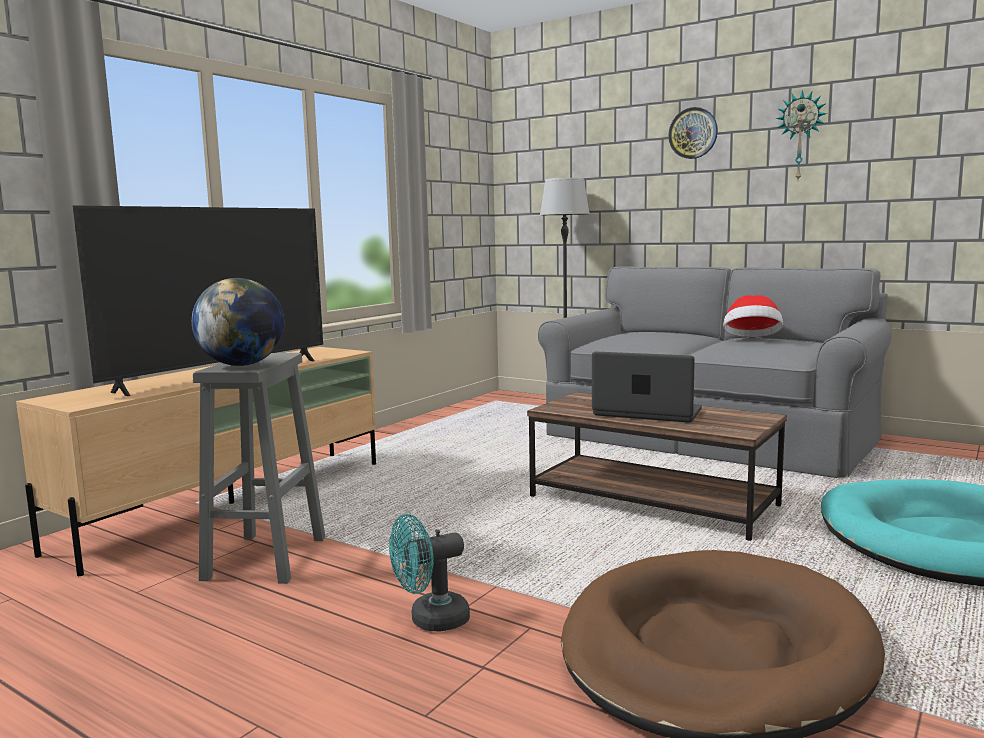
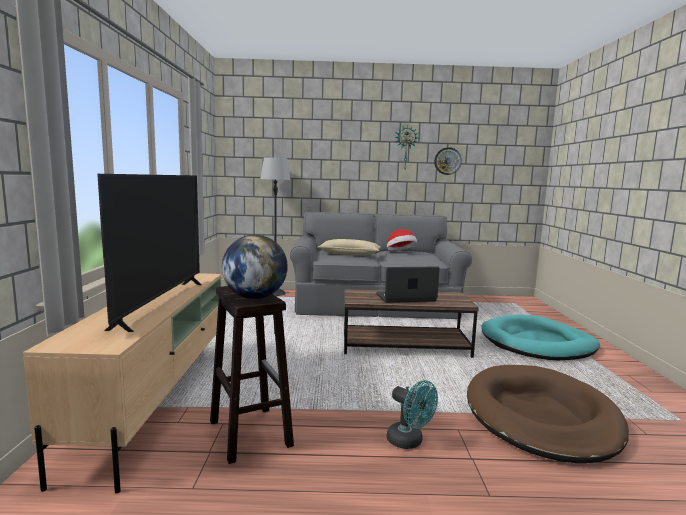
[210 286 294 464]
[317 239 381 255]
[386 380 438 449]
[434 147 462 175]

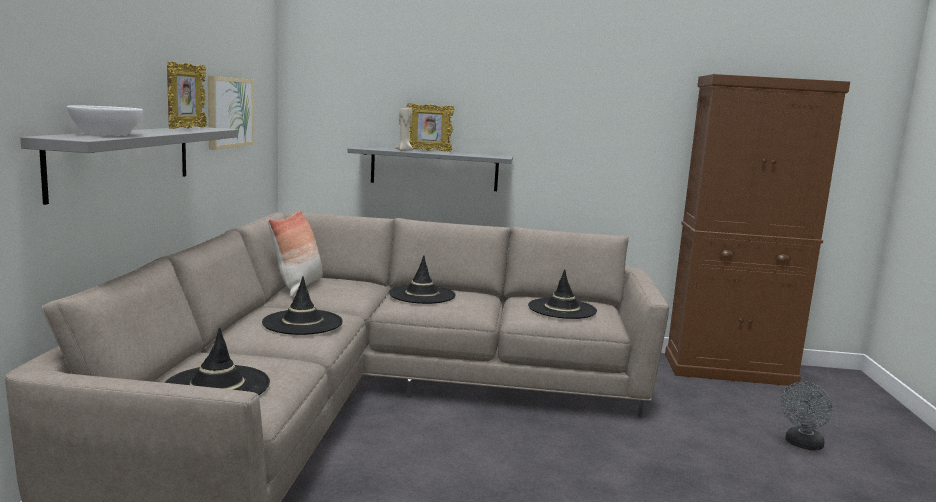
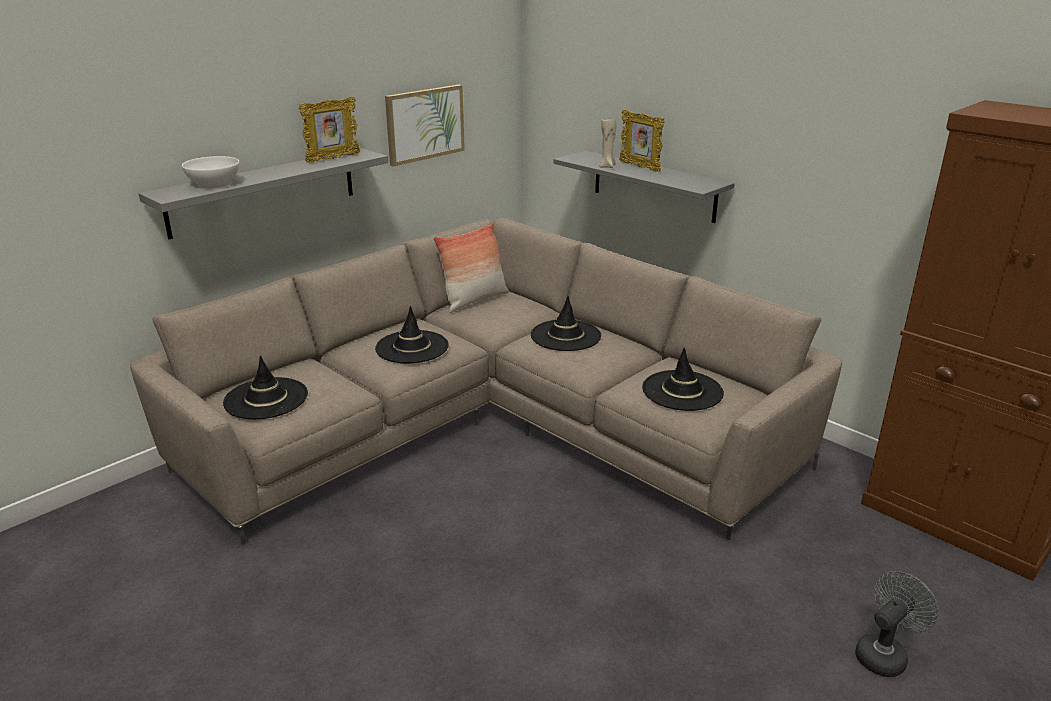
[855 571 939 677]

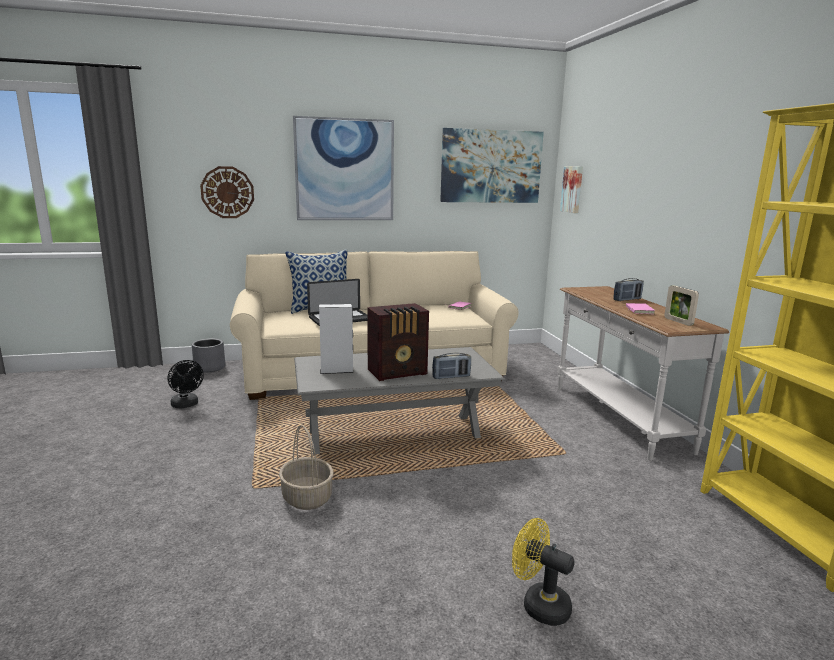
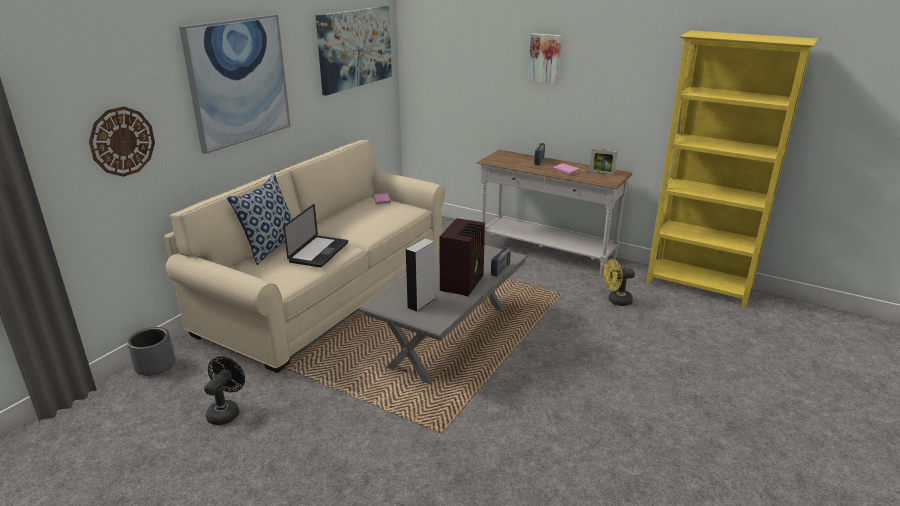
[204 356 245 425]
[528 33 562 84]
[604 259 635 306]
[279 425 334 510] (first image)

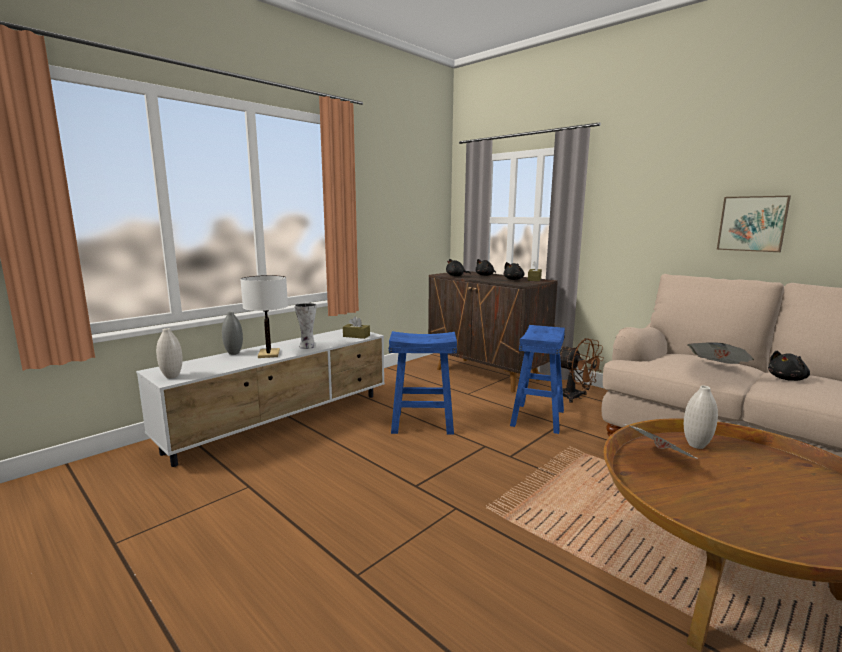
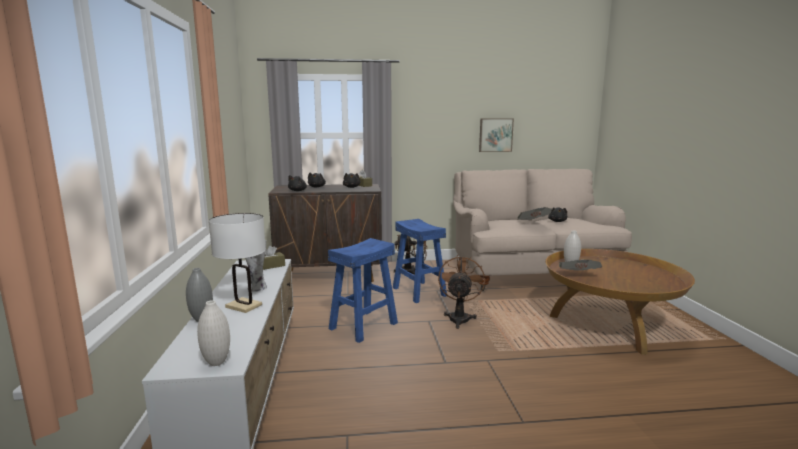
[438 255 485 329]

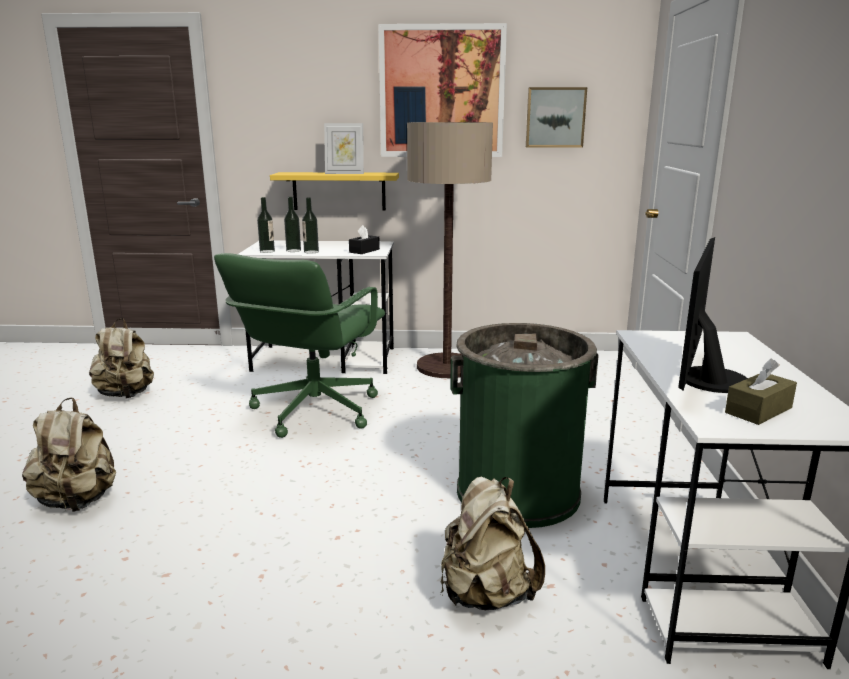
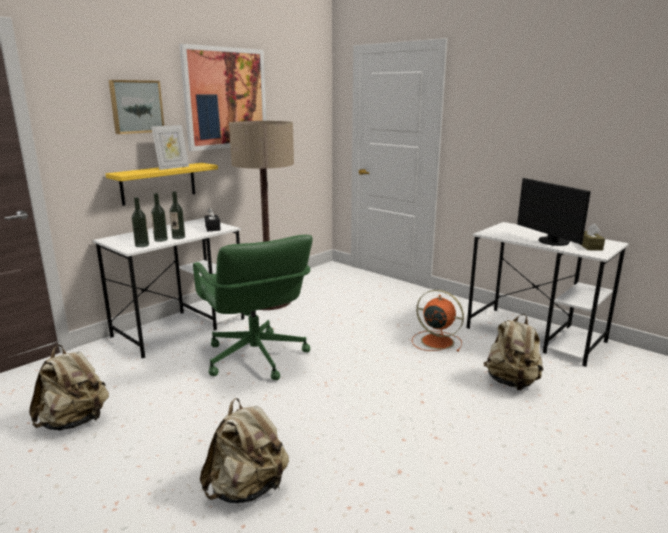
[109 80 164 134]
[412 290 464 352]

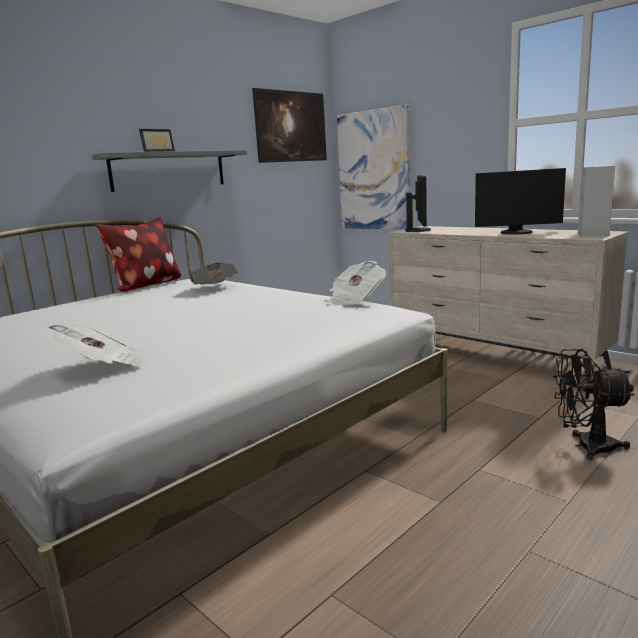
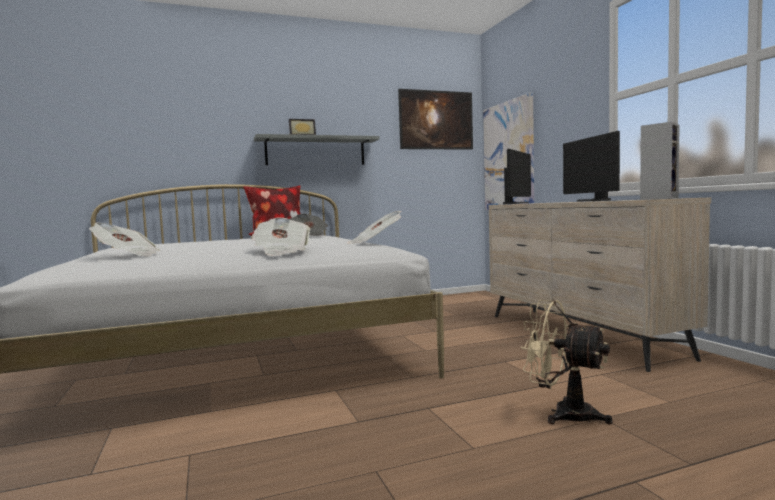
[251 218 311 256]
[521 300 612 424]
[563 131 620 202]

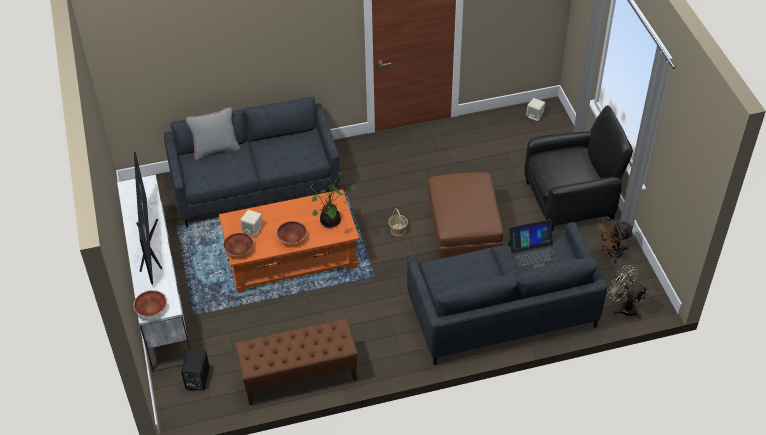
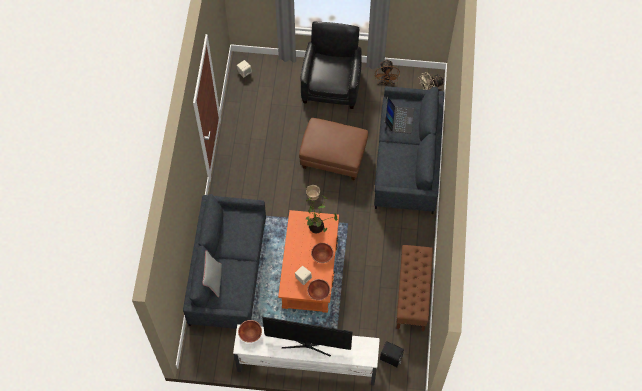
[238 320 262 343]

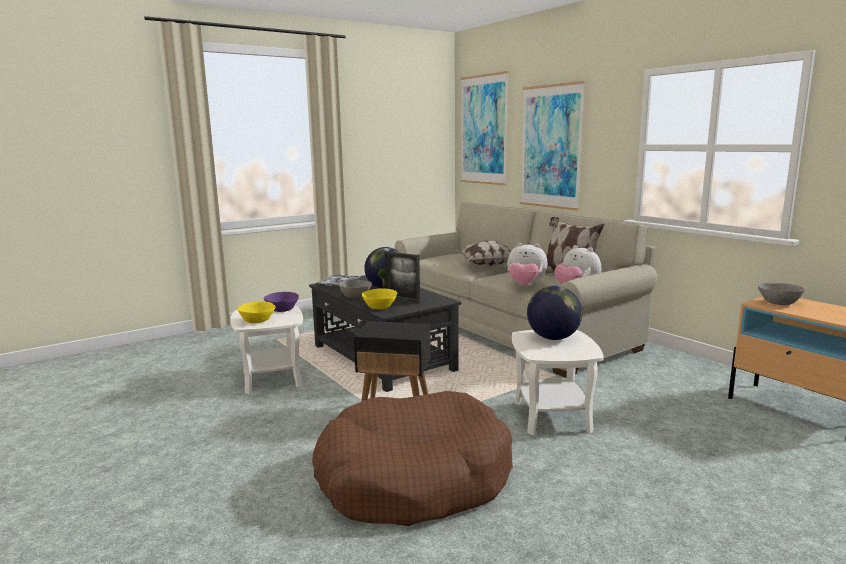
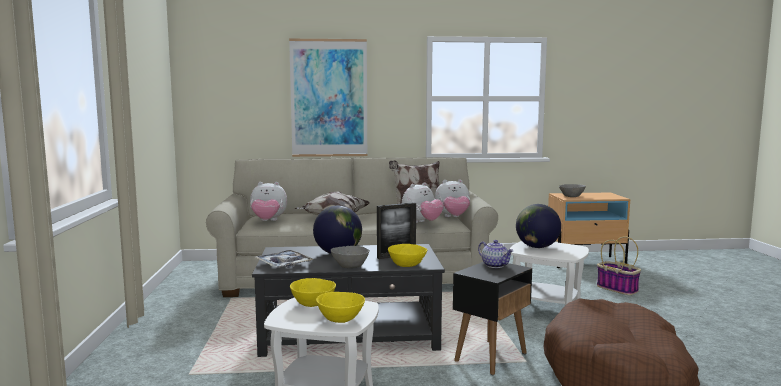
[250 182 287 221]
[290 278 336 307]
[478 240 513 268]
[597 236 641 295]
[460 71 509 185] (first image)

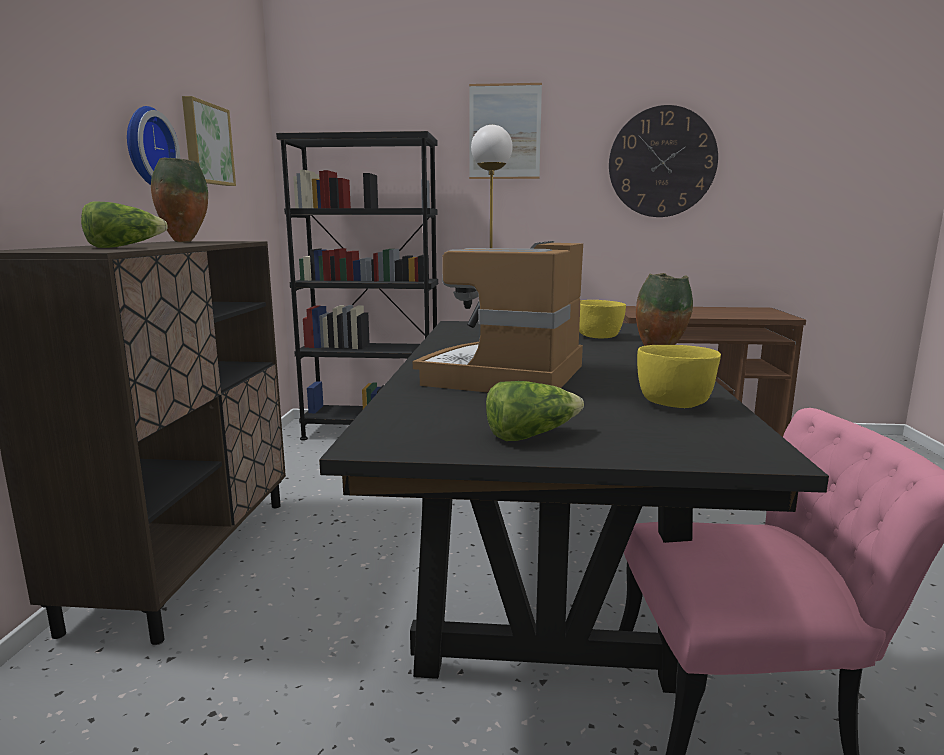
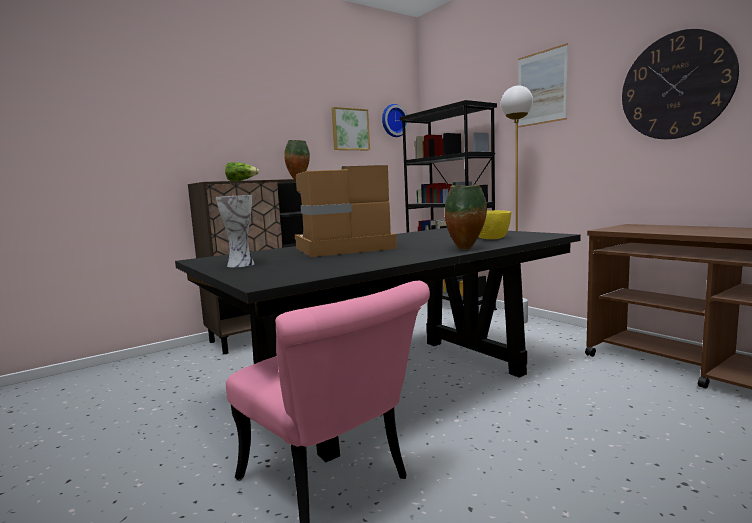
[216 195 255 267]
[382 104 409 137]
[637 345 721 408] (first image)

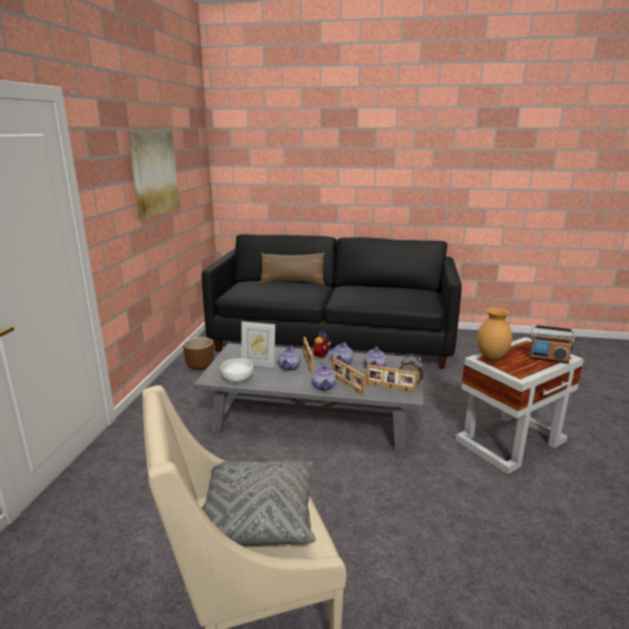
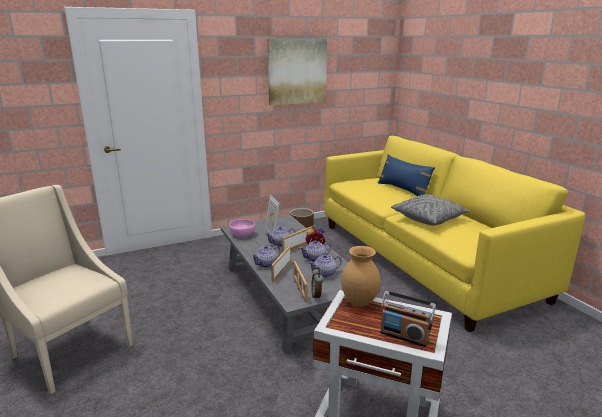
[229 219 255 237]
[324 136 585 332]
[378 154 435 196]
[380 291 436 347]
[391 194 470 225]

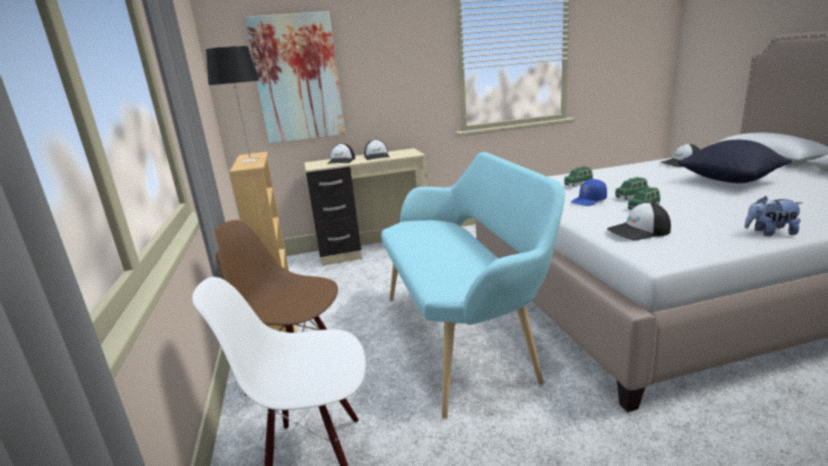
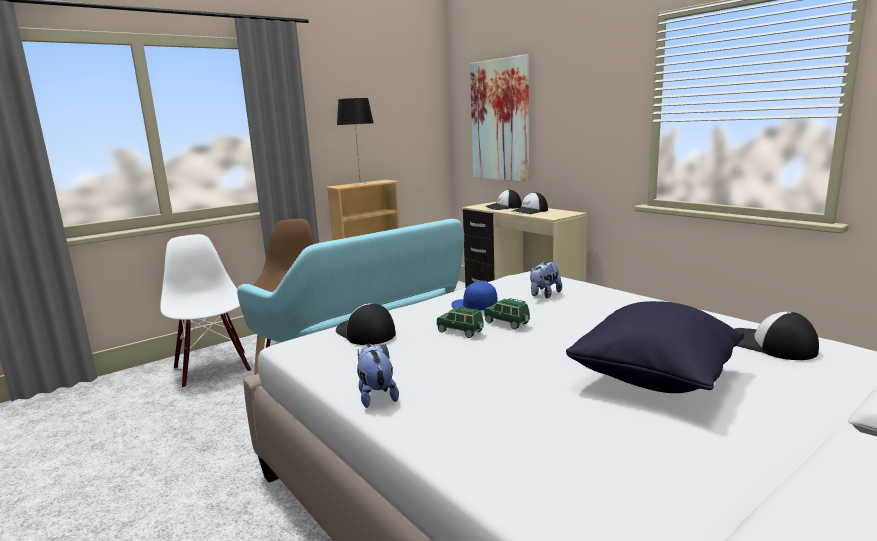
[530 261 562 298]

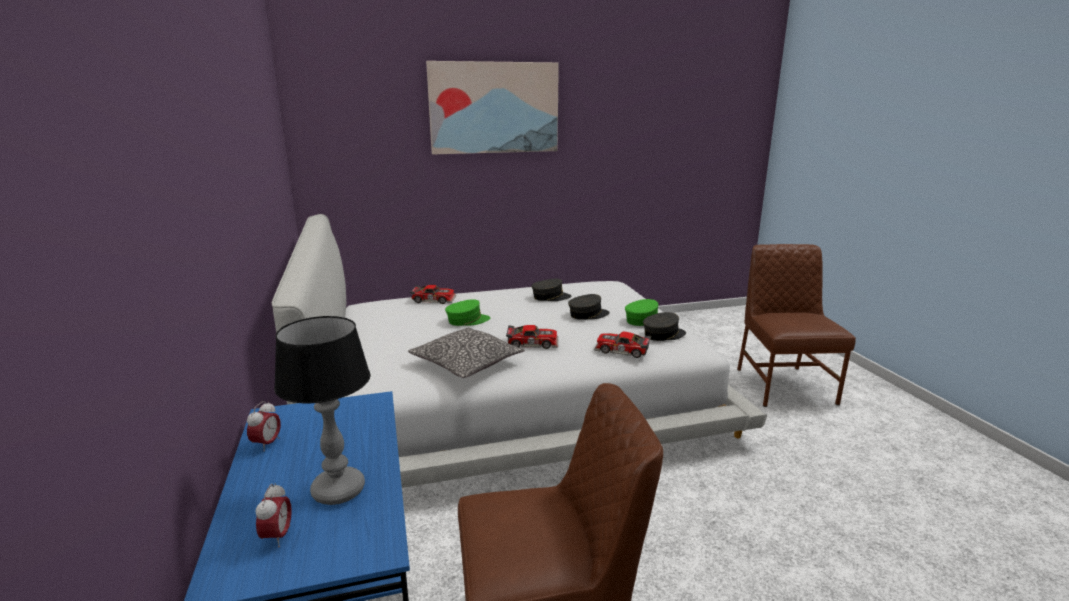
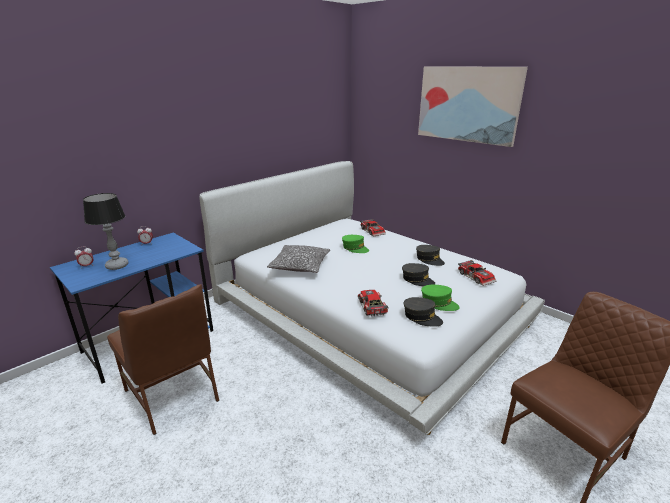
[458 260 496 286]

